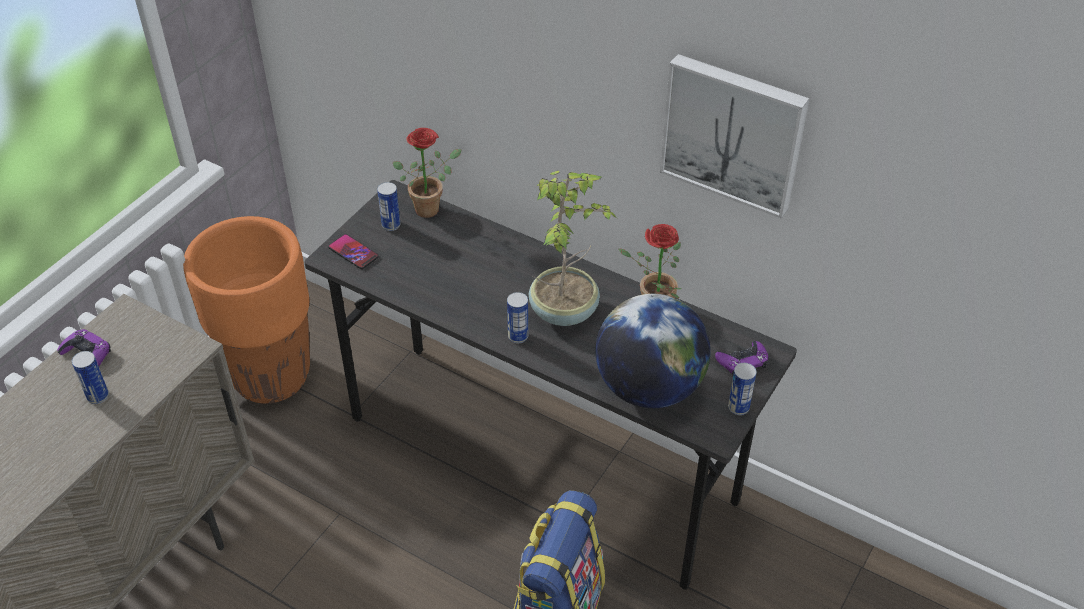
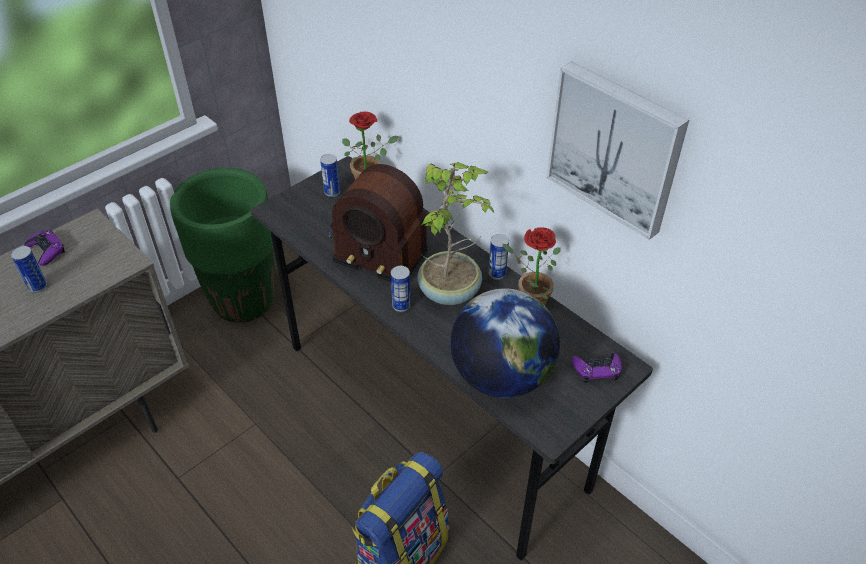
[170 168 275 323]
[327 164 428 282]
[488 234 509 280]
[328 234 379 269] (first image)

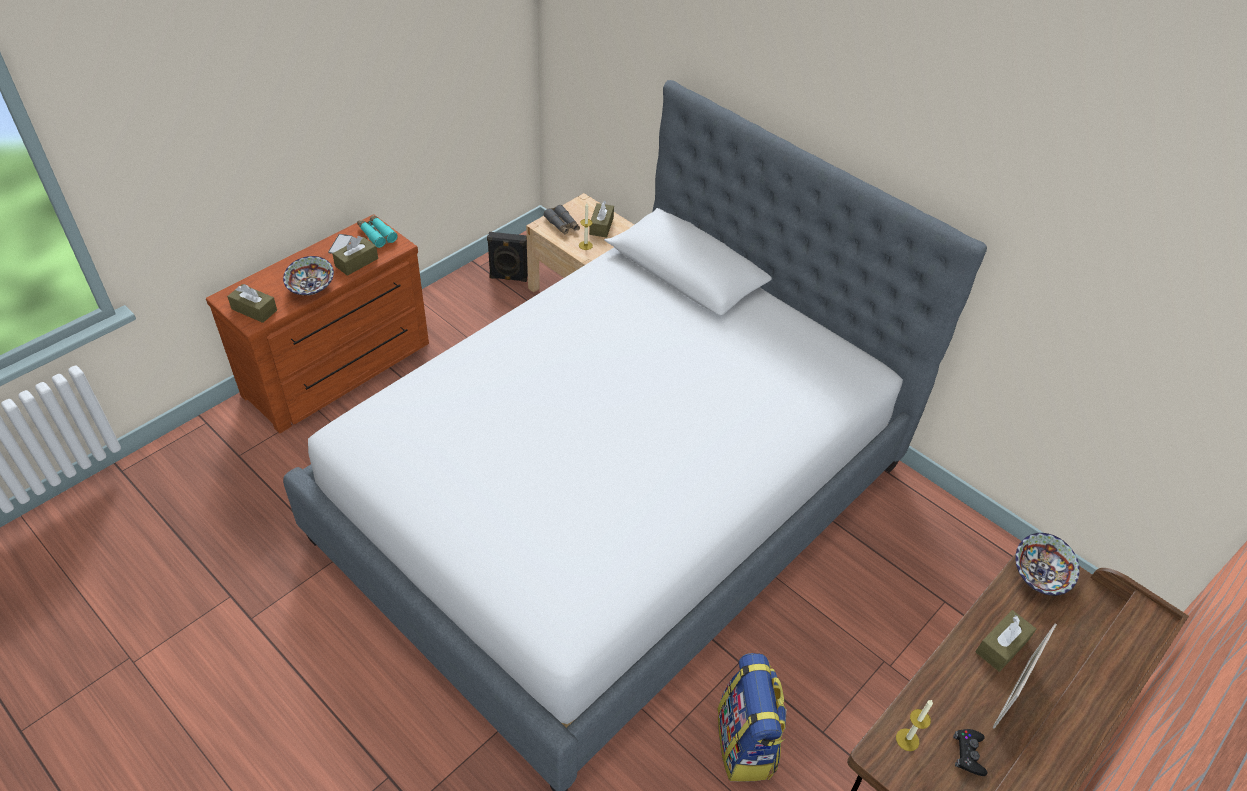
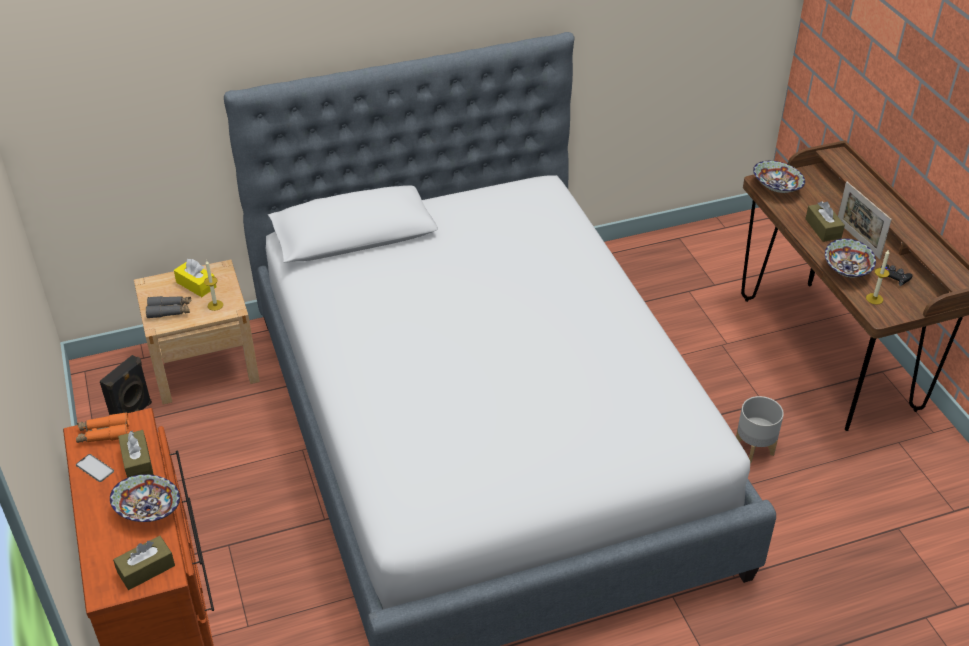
[76 412 129 443]
[174 259 216 297]
[736 396 784 463]
[825 238 876 277]

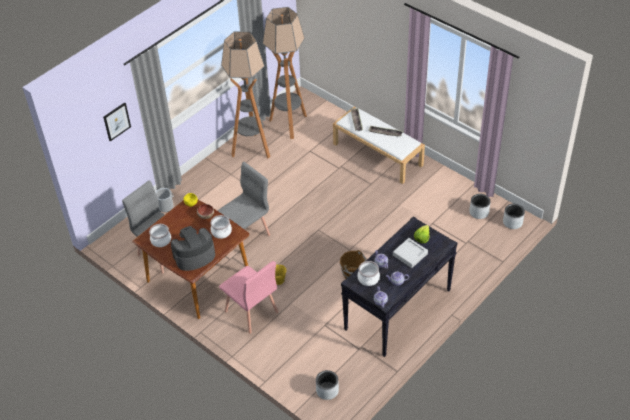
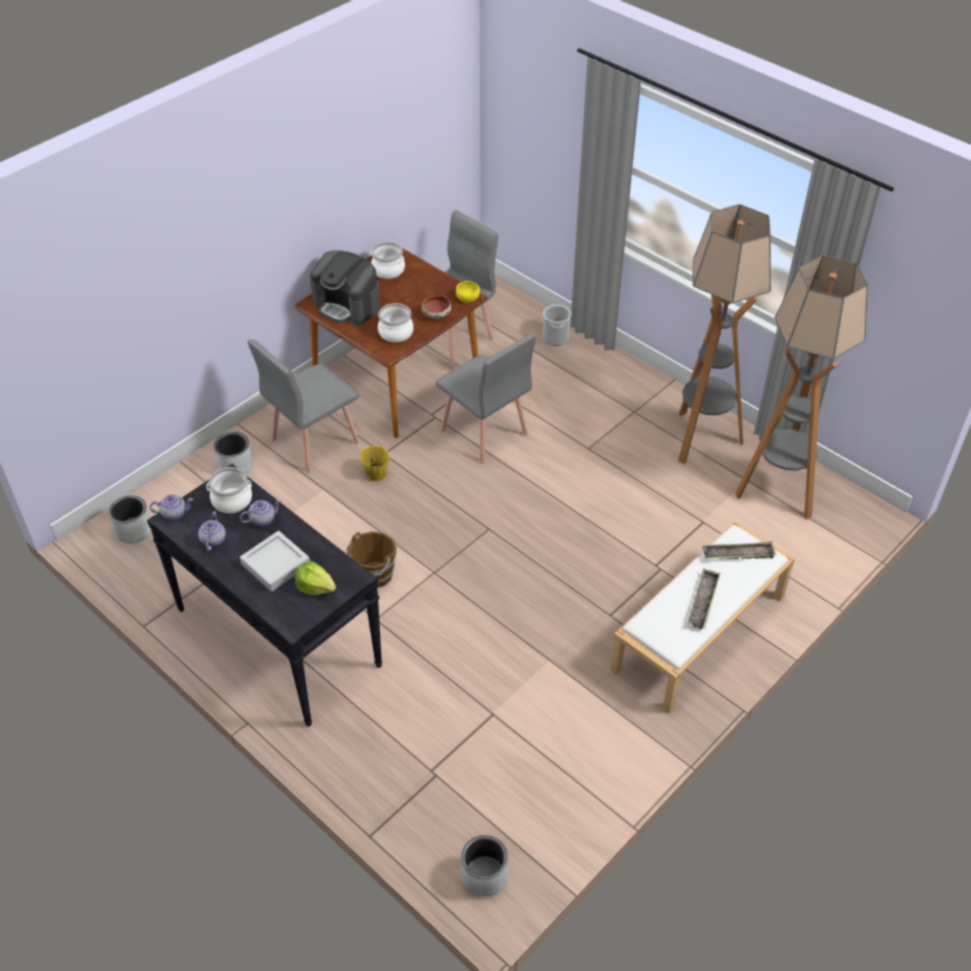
[213 432 253 474]
[248 339 360 473]
[310 250 380 325]
[103 102 131 141] (first image)

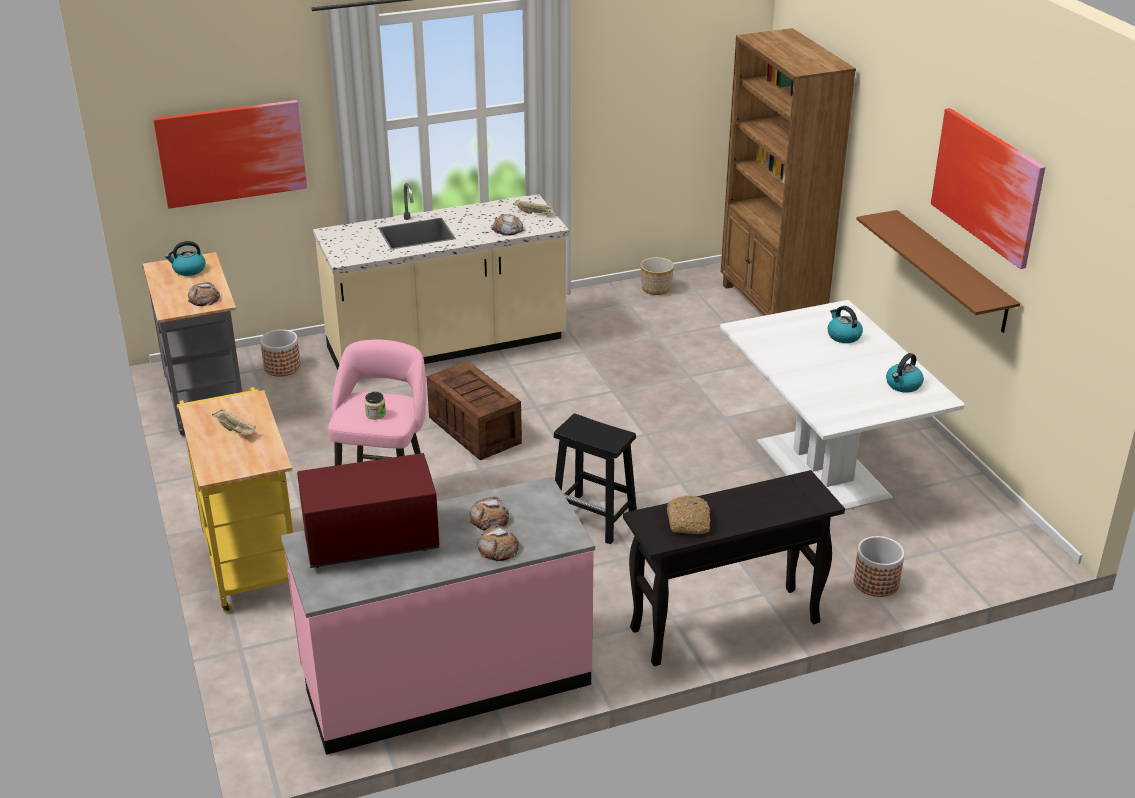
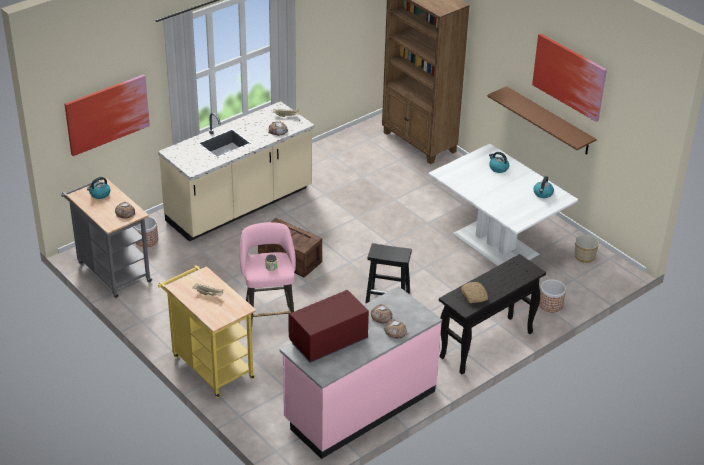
[575 235 599 263]

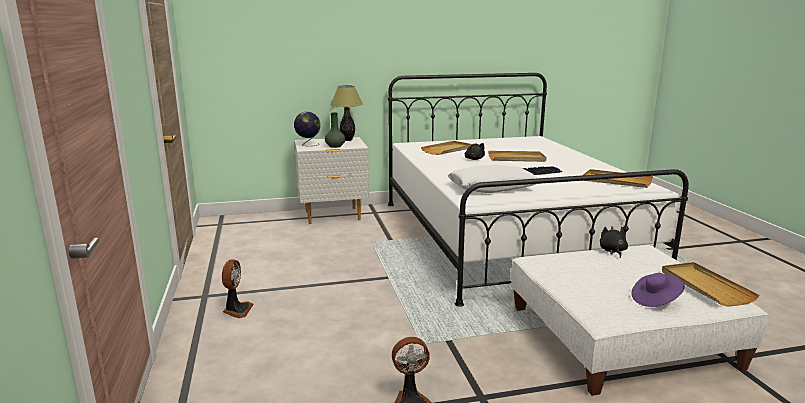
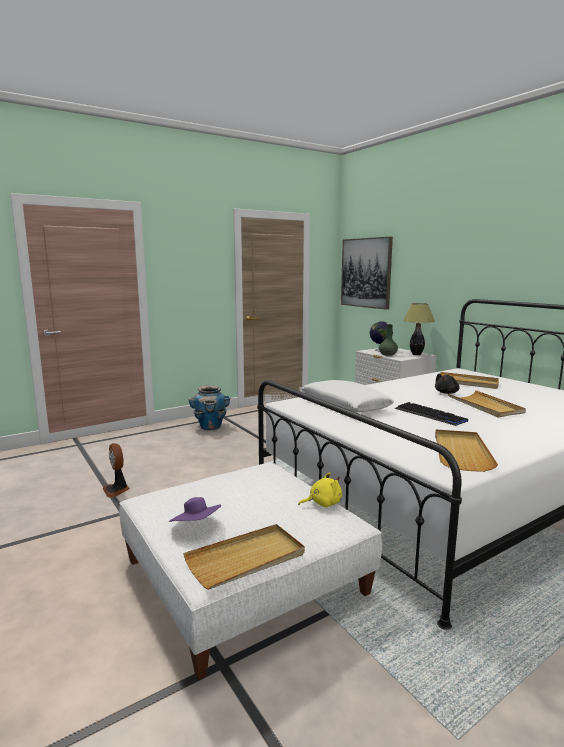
[189 386 231 430]
[298 472 342 507]
[341 237 393 310]

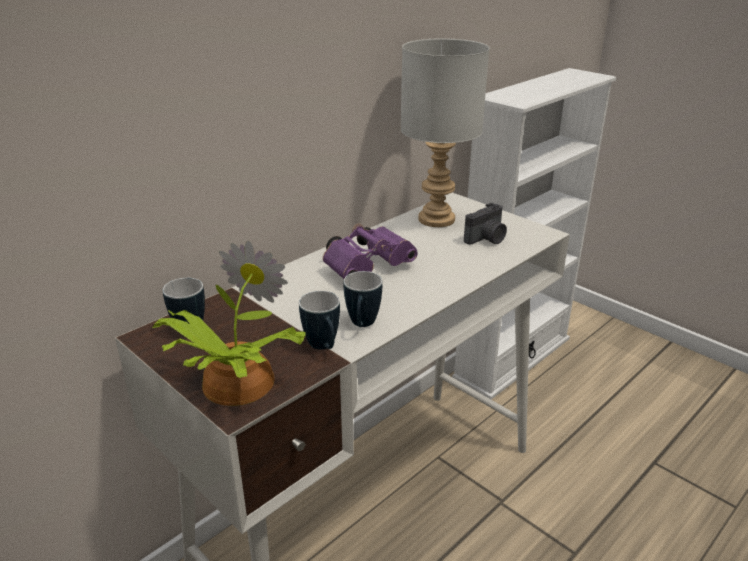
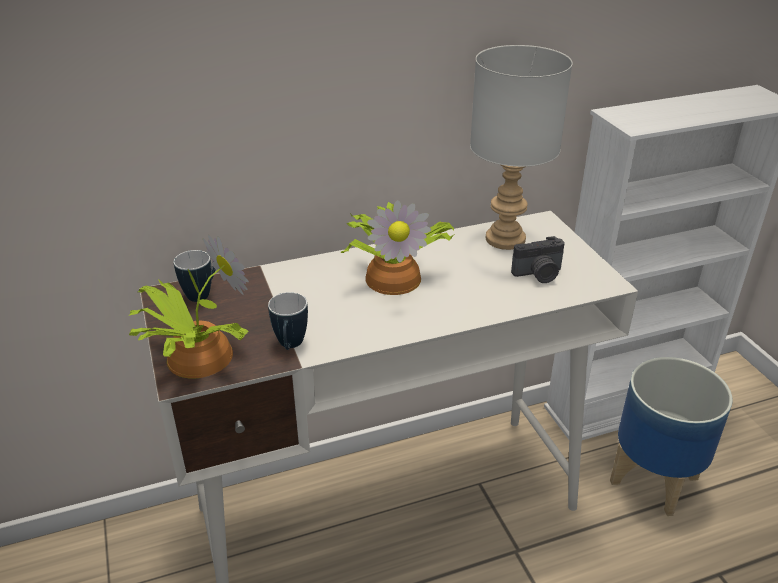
[341 200 454 295]
[610 357 733 516]
[344 271 382 327] (first image)

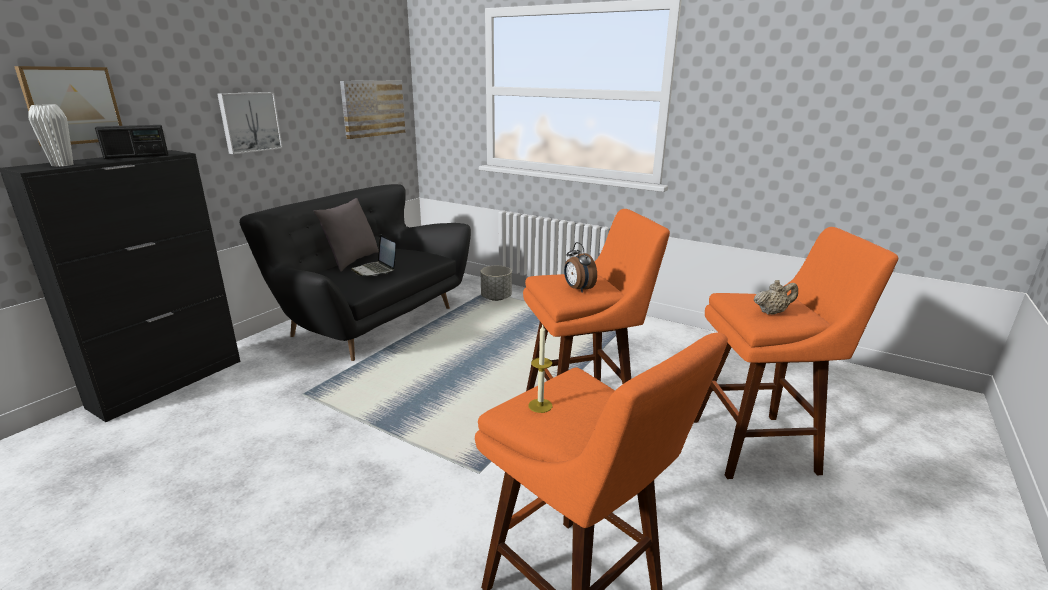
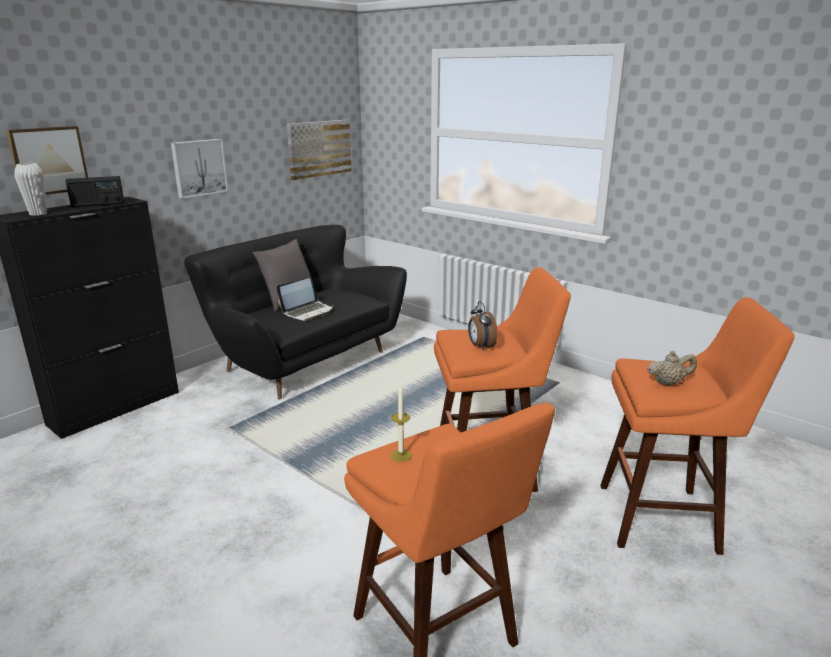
[277 278 334 321]
[481 266 512 301] (first image)

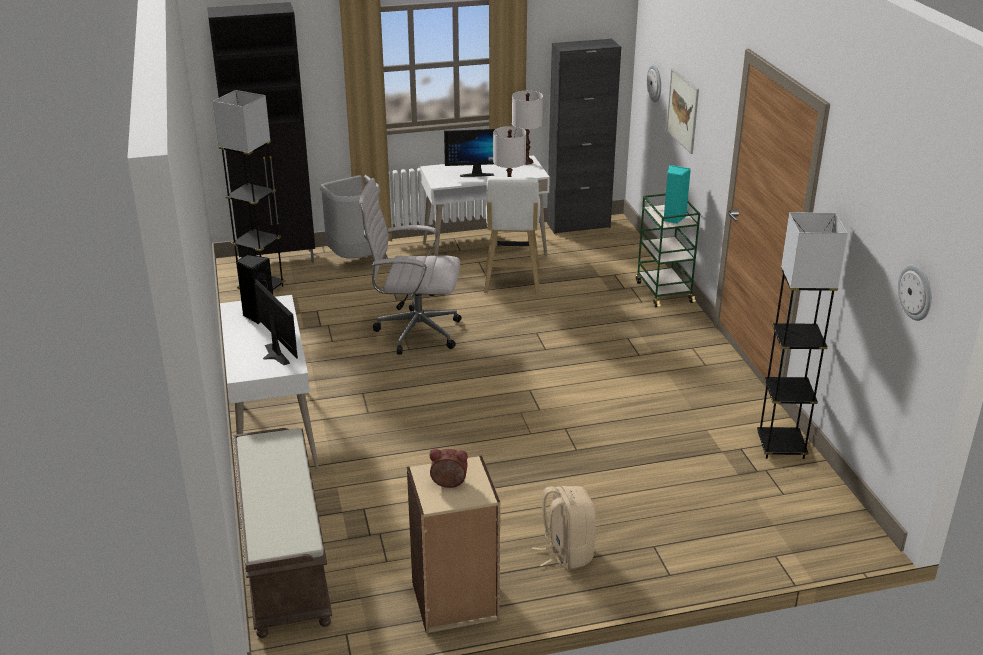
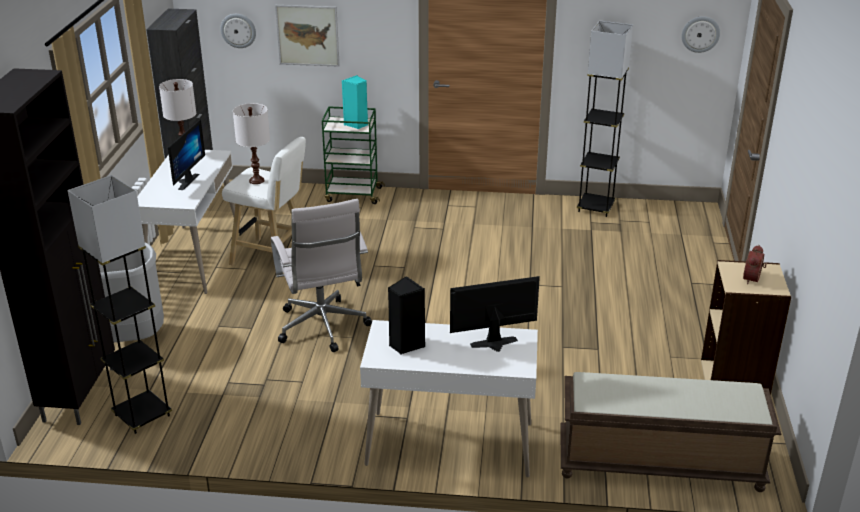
[271 199 372 352]
[532 486 596 570] (first image)

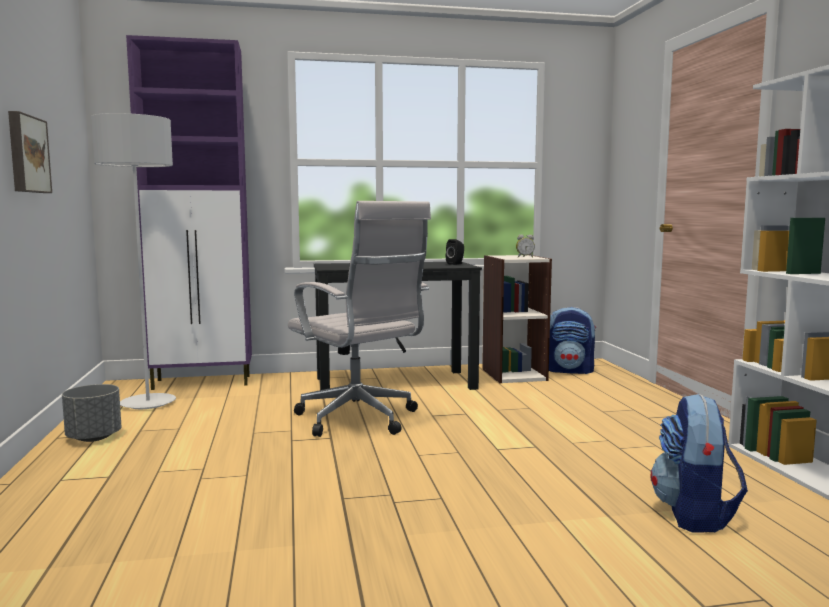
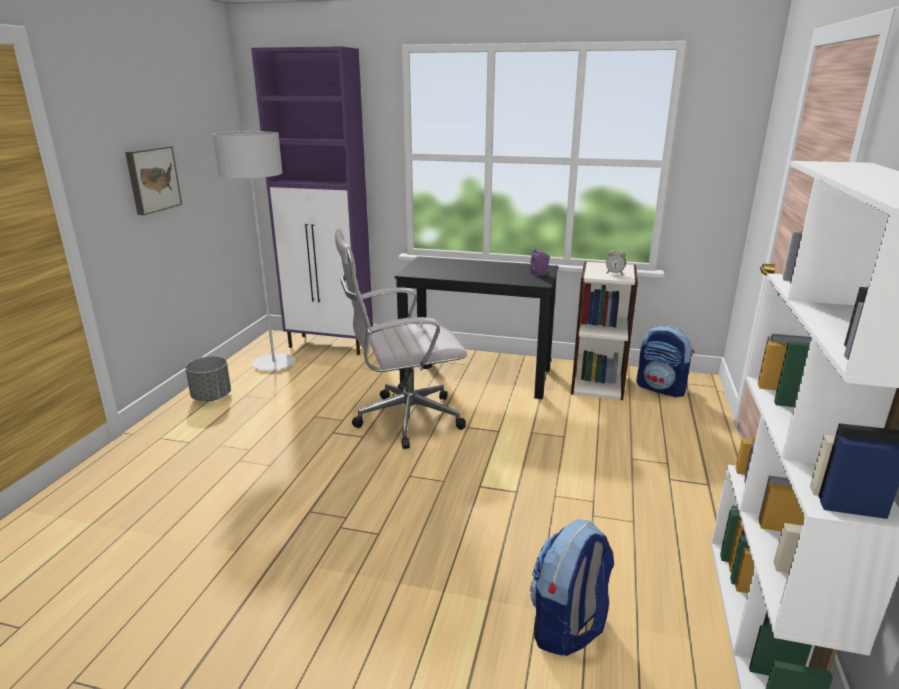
[335 228 467 449]
[530 249 550 276]

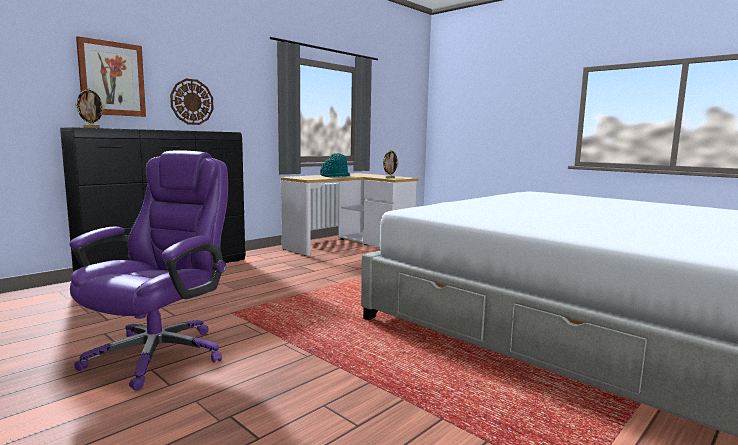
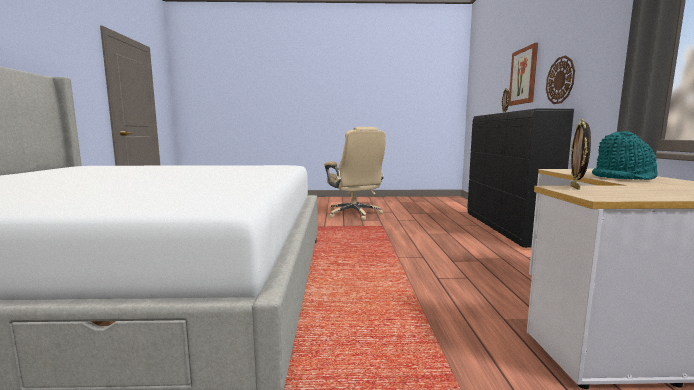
[324 127 385 220]

